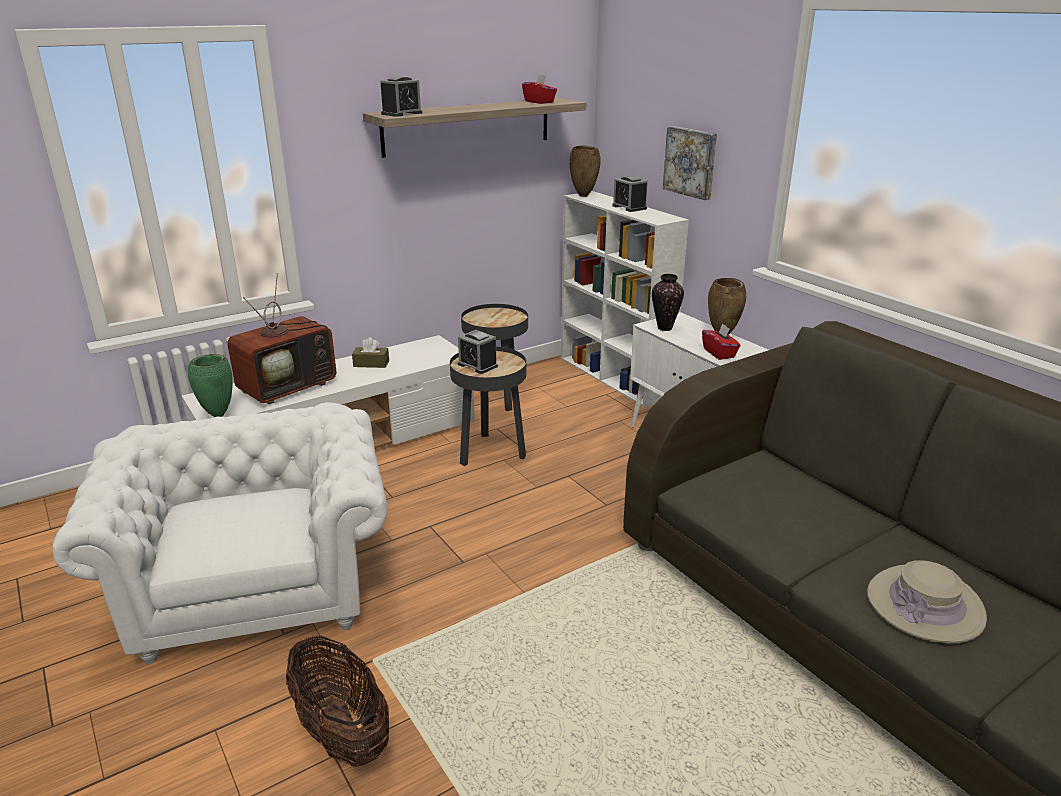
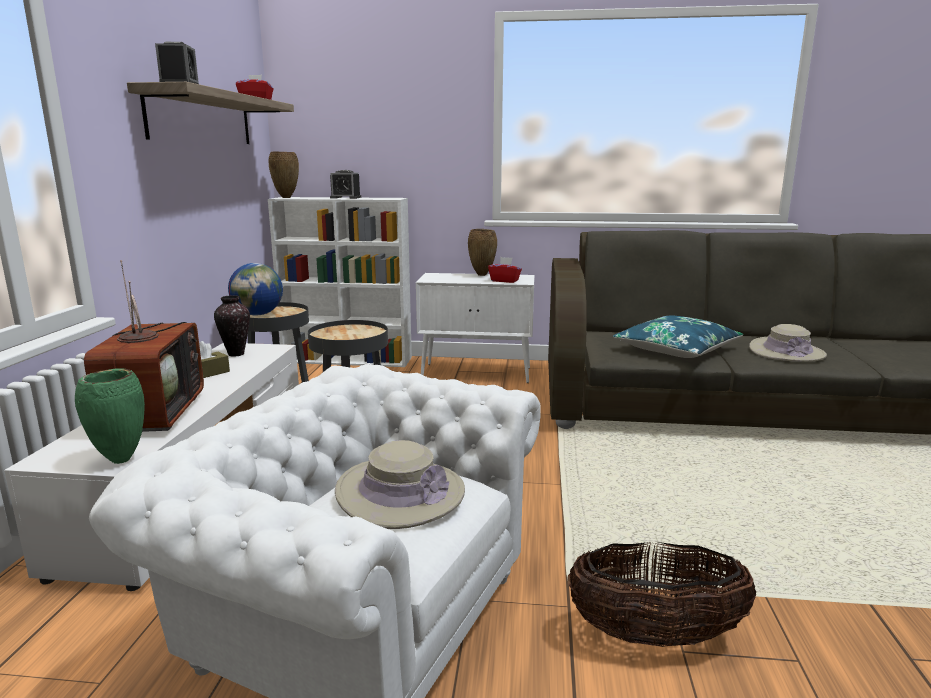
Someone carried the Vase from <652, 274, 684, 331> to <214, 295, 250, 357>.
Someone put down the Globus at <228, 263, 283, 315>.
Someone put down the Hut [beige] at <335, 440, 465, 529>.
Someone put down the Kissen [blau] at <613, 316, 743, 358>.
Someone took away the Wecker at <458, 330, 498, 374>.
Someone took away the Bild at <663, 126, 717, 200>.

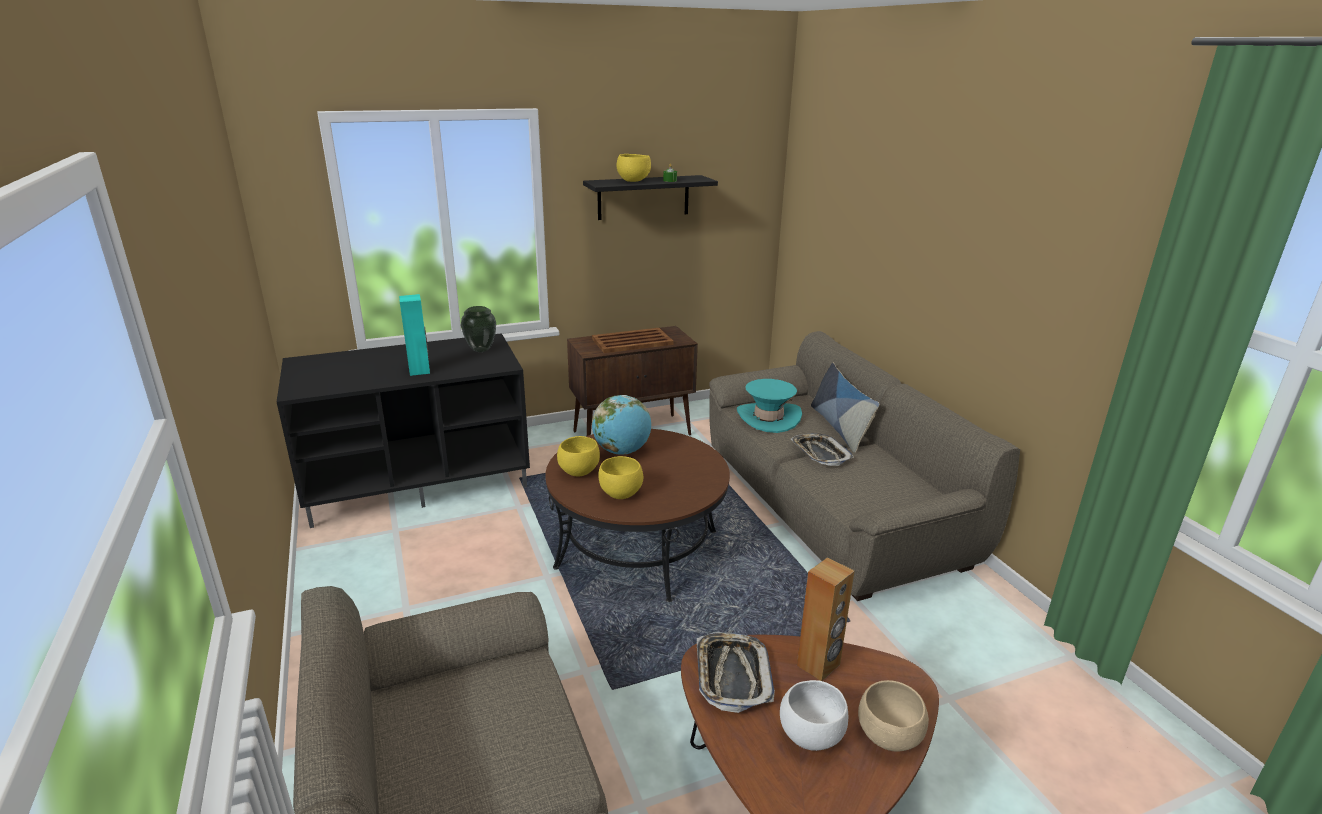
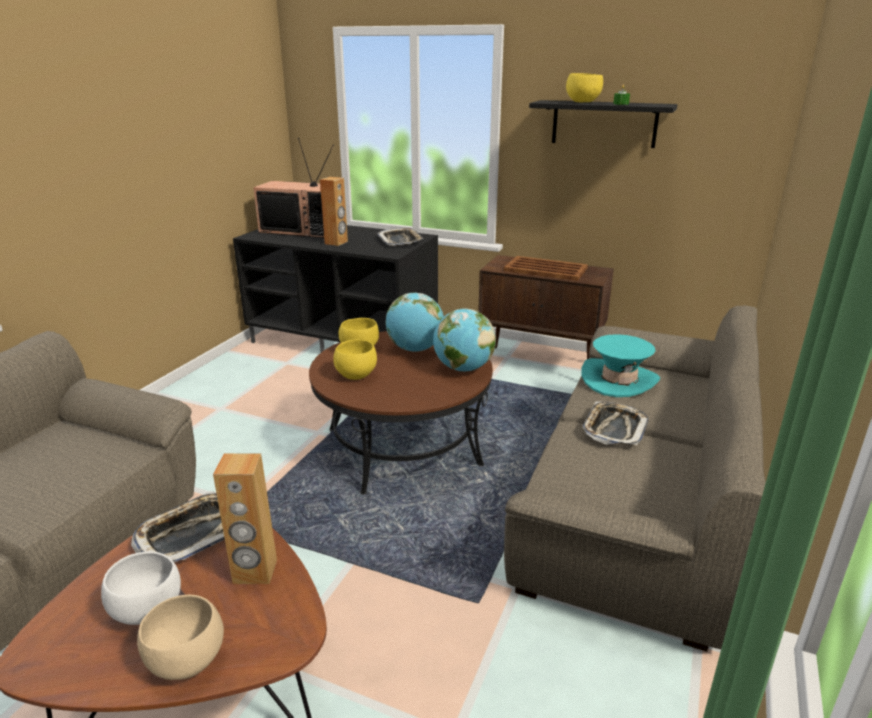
Someone put down the Fernseher at <253, 138, 334, 238>.
Someone repainted the Lautsprecher [türkis] at <399, 294, 430, 376>, which became the Lautsprecher [braun] at <320, 177, 348, 246>.
Someone swapped the Vase at <461, 306, 496, 352> for the Tablett at <377, 228, 423, 246>.
Someone put down the Globus at <433, 308, 496, 371>.
Someone took away the Kissen at <811, 363, 879, 453>.

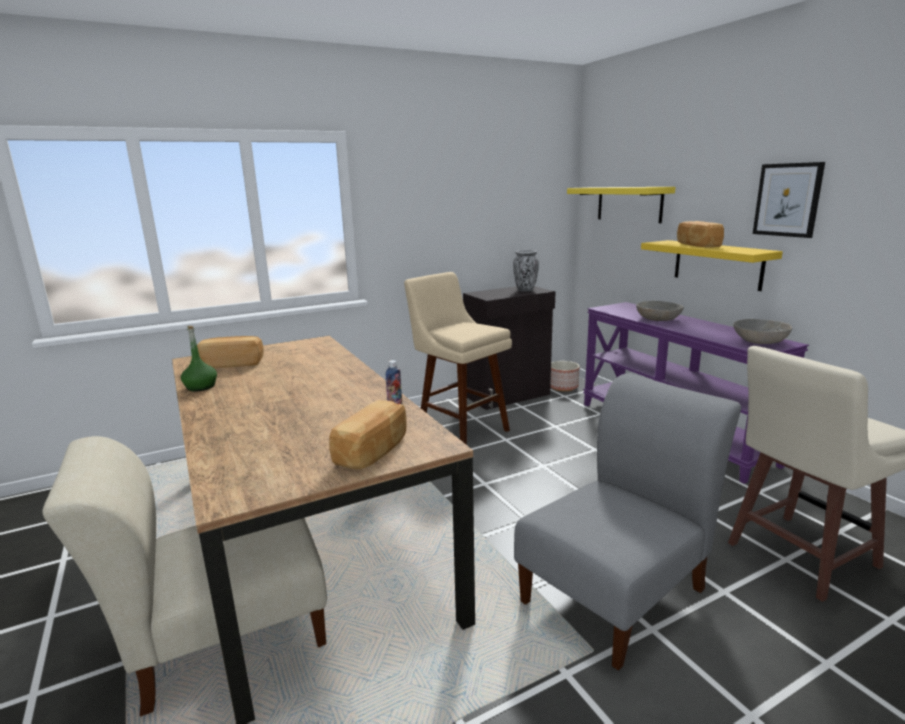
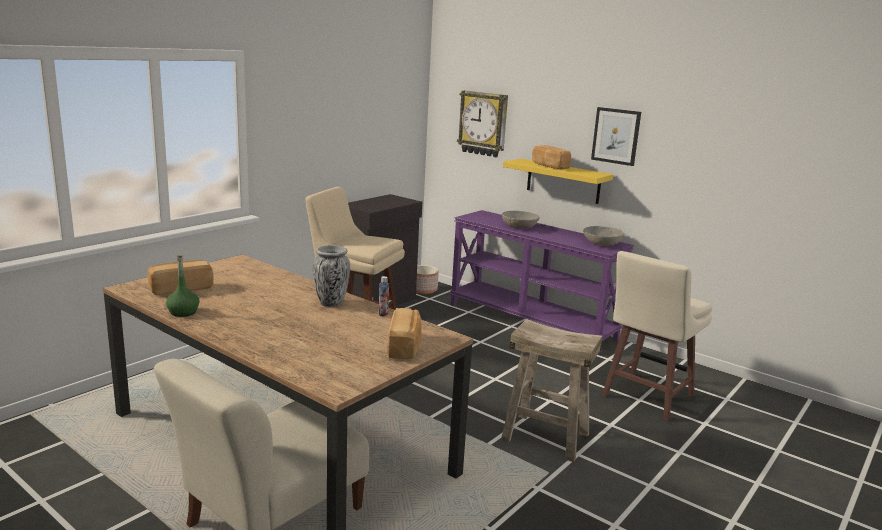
Someone carried the Vase from <513, 250, 539, 292> to <313, 245, 350, 307>.
Someone swapped the Wandregal [gelb] at <567, 187, 675, 223> for the Wanduhr at <457, 90, 508, 157>.
Someone swapped the Stuhl [grau] at <514, 373, 741, 670> for the Hocker [beige] at <501, 319, 603, 462>.

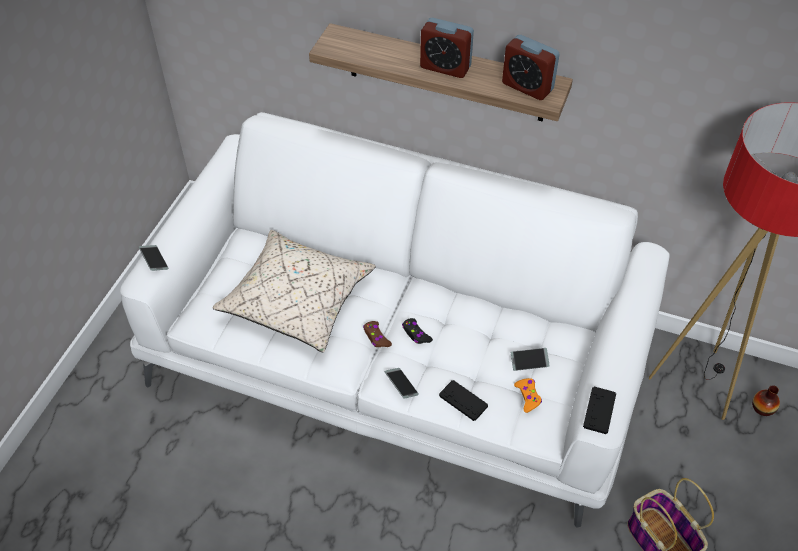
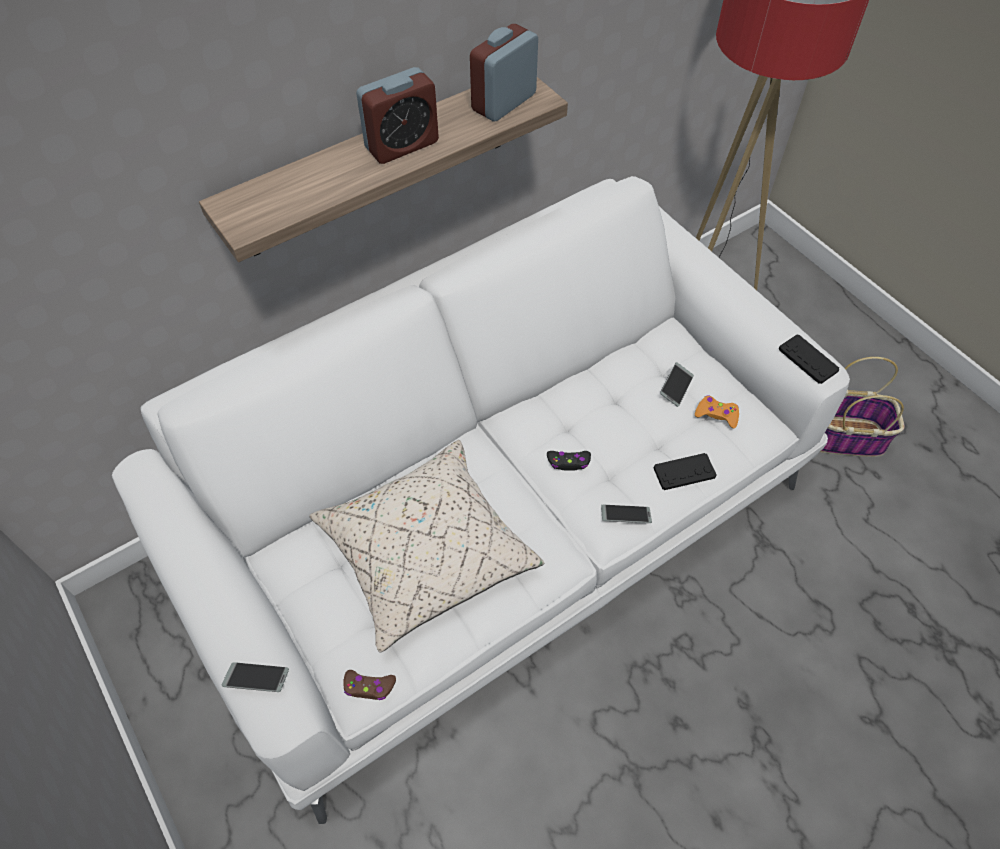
Someone carried the Gamepad [braun] from <363, 321, 392, 347> to <343, 670, 396, 700>.
Someone rotated the Wecker at <502, 35, 560, 100> by 150 degrees clockwise.
Someone took away the Vase at <752, 385, 780, 416>.

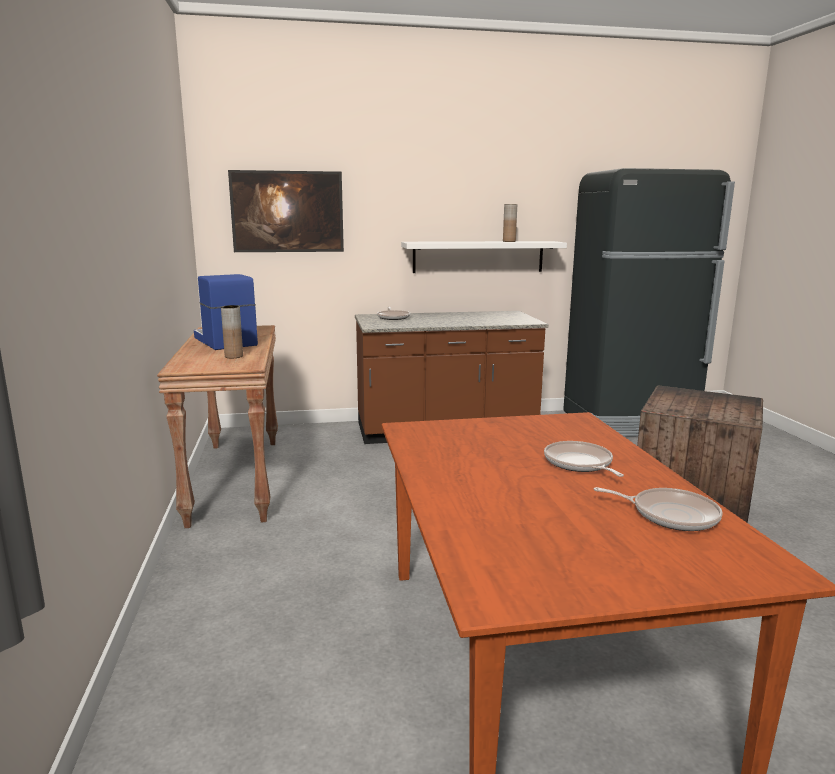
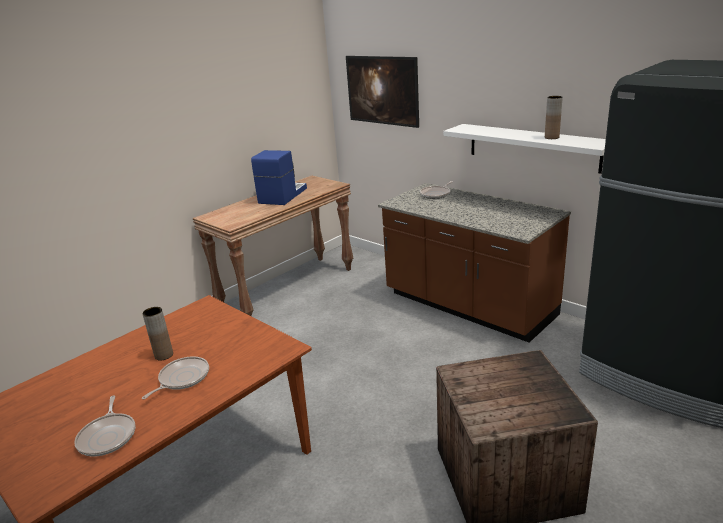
Someone carried the Vase [braun] from <221, 305, 243, 358> to <142, 307, 173, 361>.

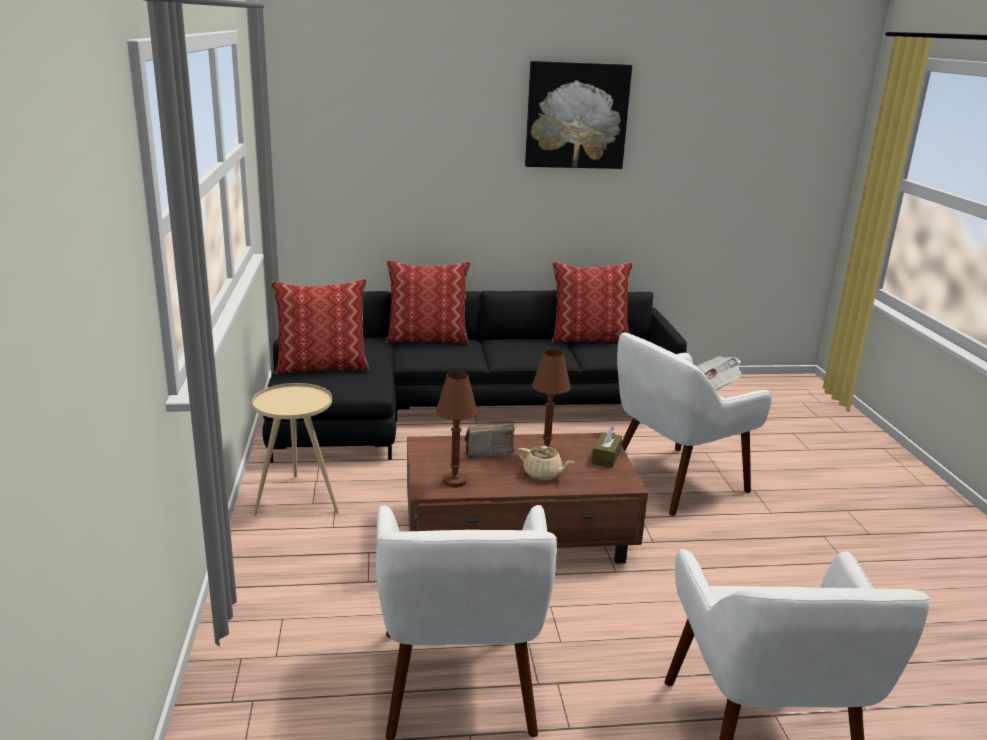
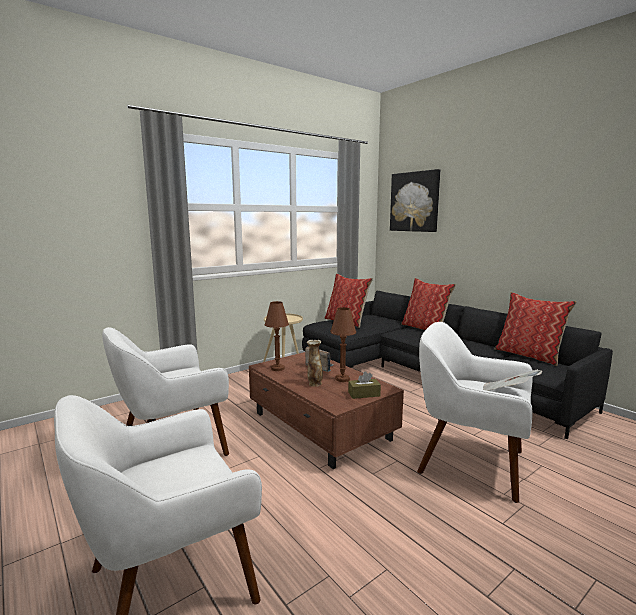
Someone swapped the Teekanne [beige] at <518, 446, 574, 481> for the Vase at <307, 340, 323, 387>.
Someone carried the Bild from <525, 61, 632, 169> to <390, 169, 440, 232>.

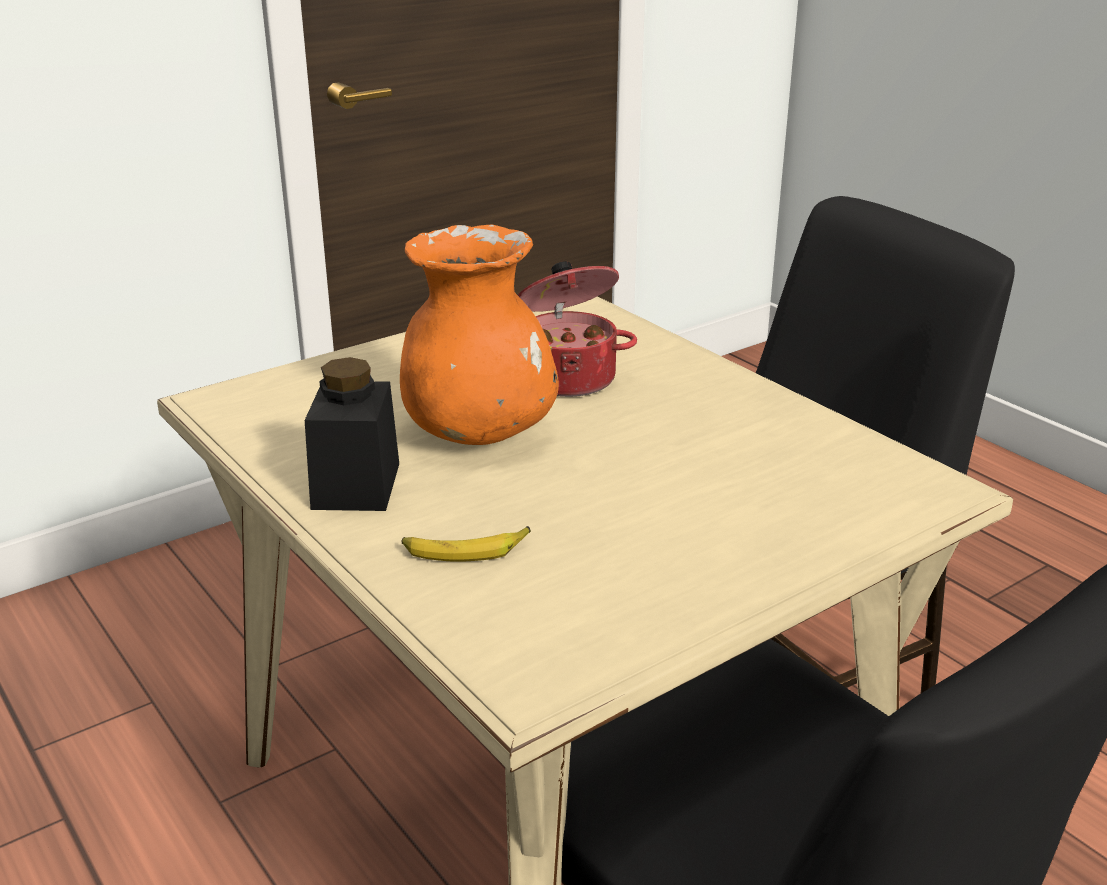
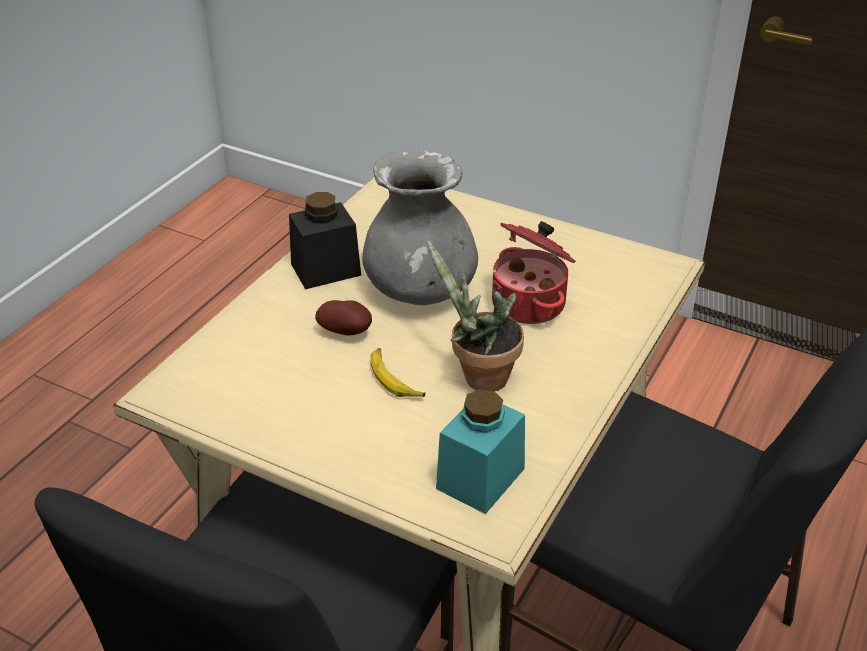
Someone put down the Kartoffel at <315, 300, 372, 335>.
Someone repainted the Vase [orange] at <400, 225, 559, 445>, which became the Vase [grau] at <362, 149, 478, 305>.
Someone carried the Banane from <402, 526, 531, 562> to <370, 348, 425, 397>.
Someone put down the Topfpflanze at <427, 241, 524, 391>.
Someone put down the Vorratsglas [türkis] at <436, 389, 525, 514>.

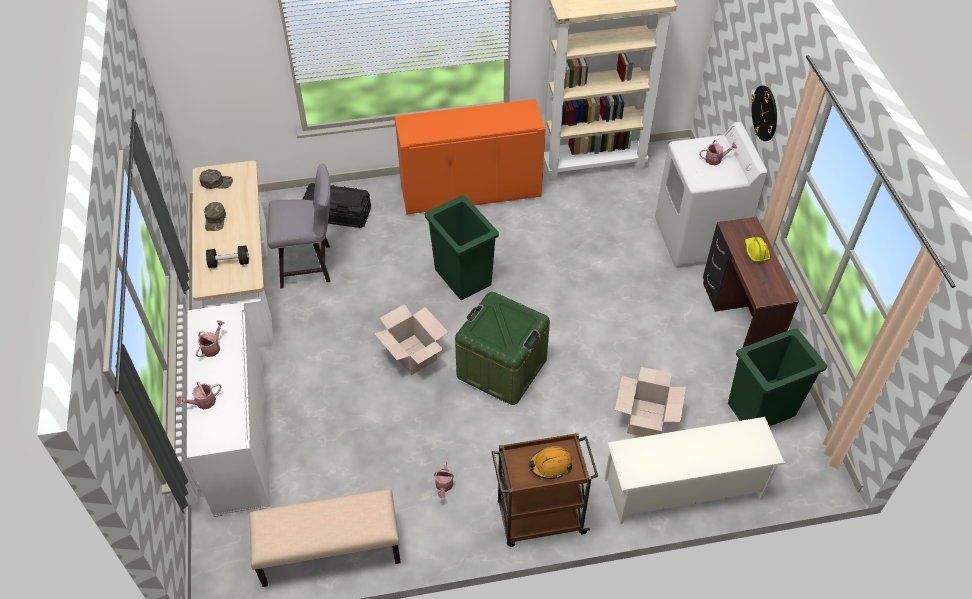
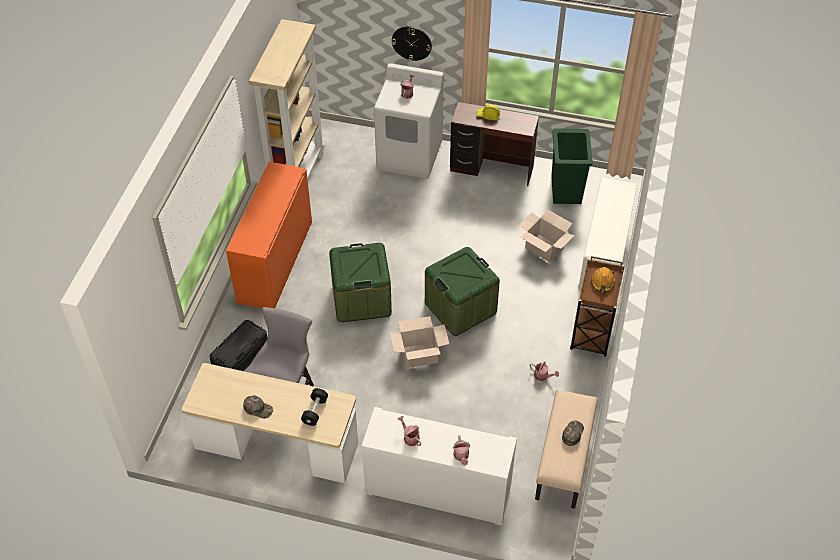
Someone swapped the Mülleimer [grün] at <425, 195, 499, 301> for the Aufbewahrungsbox [grün] at <329, 243, 392, 322>.
Someone carried the Kappe [grün] from <200, 169, 233, 189> to <562, 421, 584, 446>.

